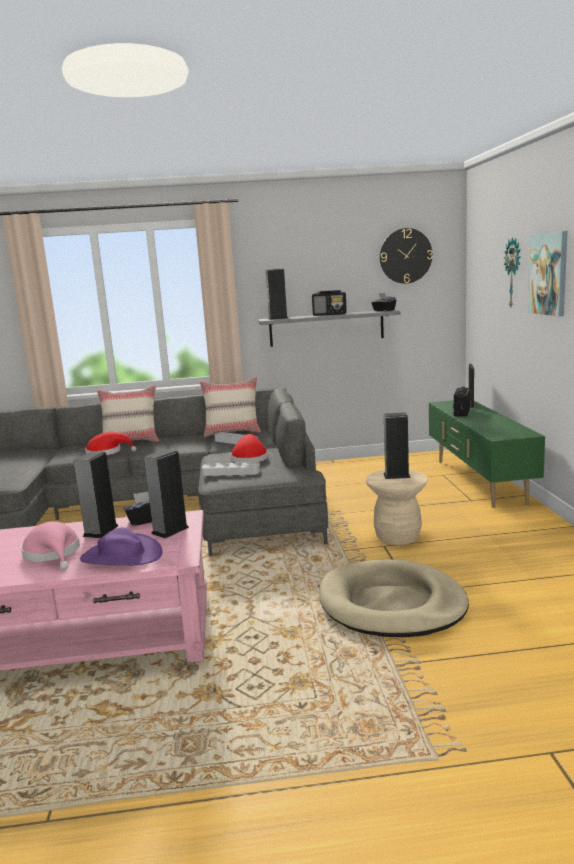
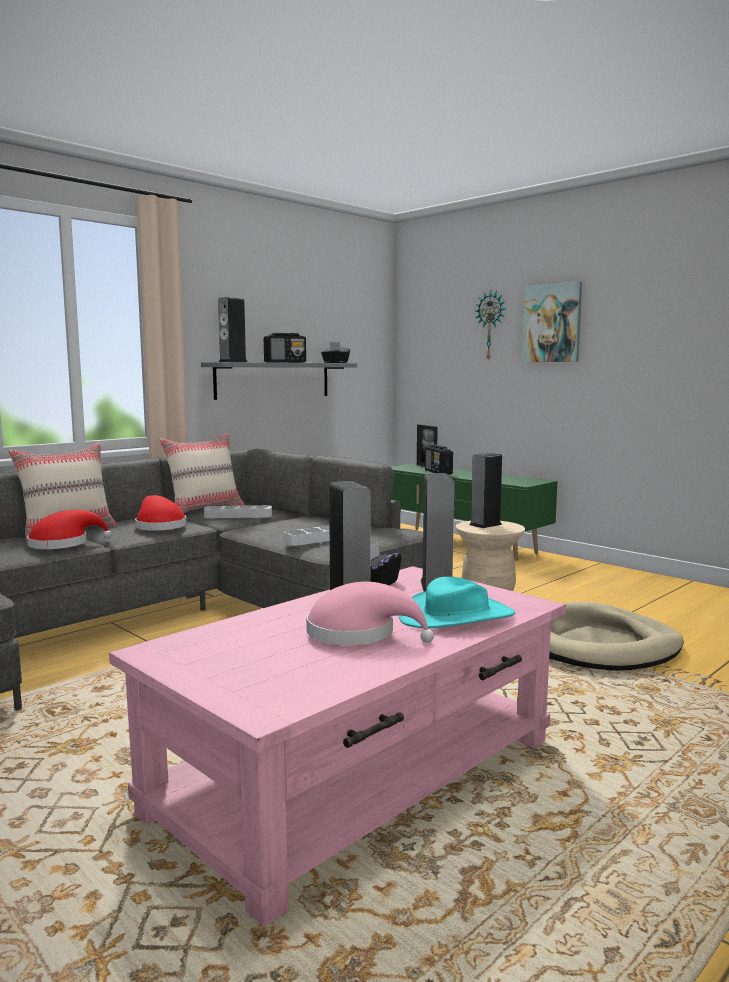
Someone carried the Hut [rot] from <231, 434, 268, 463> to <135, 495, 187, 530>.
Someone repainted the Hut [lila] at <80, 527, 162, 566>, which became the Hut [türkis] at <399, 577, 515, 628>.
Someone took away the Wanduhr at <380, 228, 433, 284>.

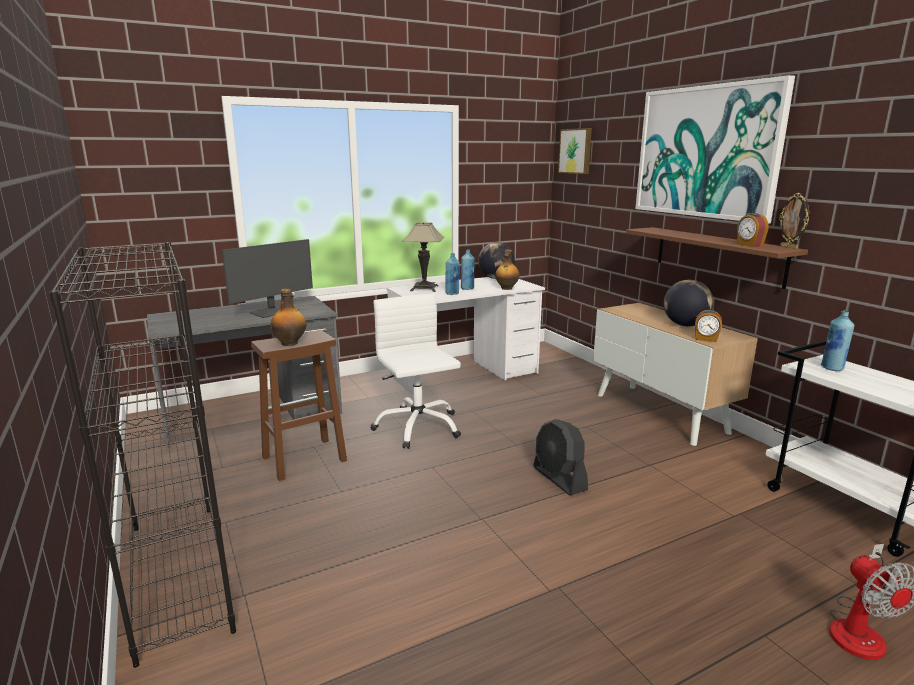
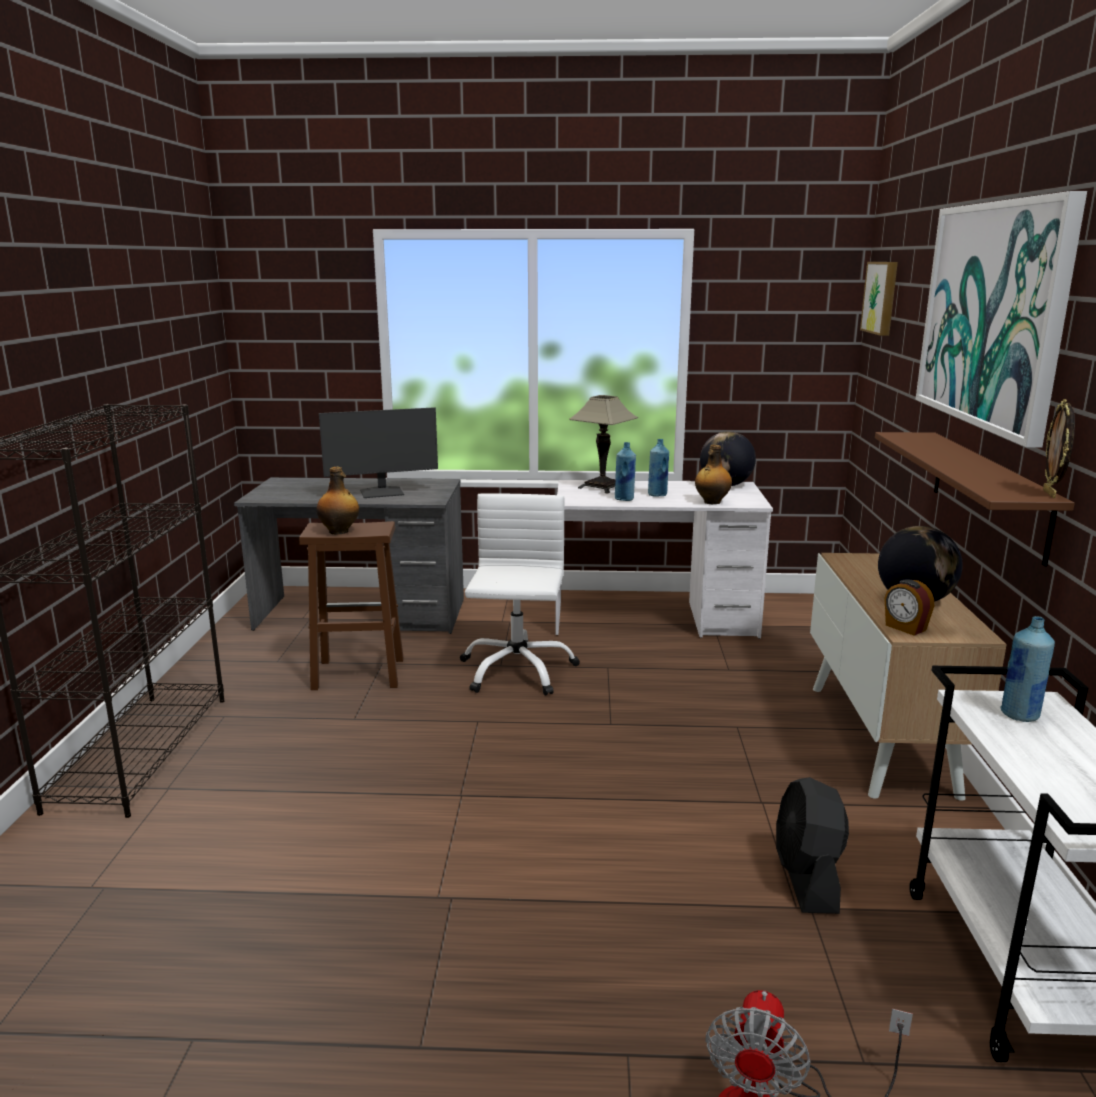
Someone carried the Ventilator [schwarz] from <533, 419, 588, 496> to <776, 777, 849, 914>.
Someone took away the Wecker at <737, 213, 769, 247>.

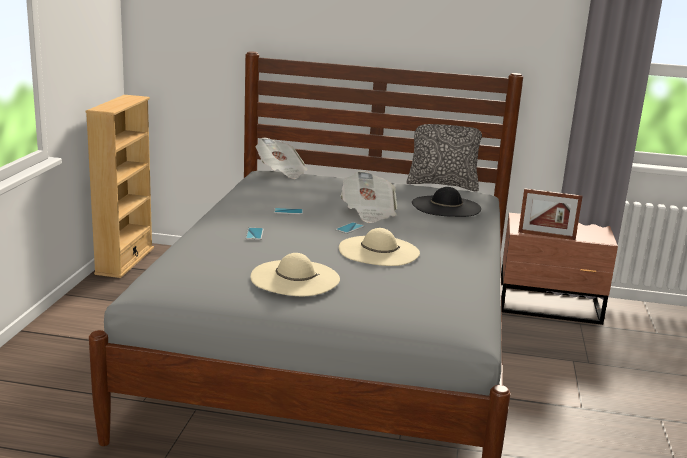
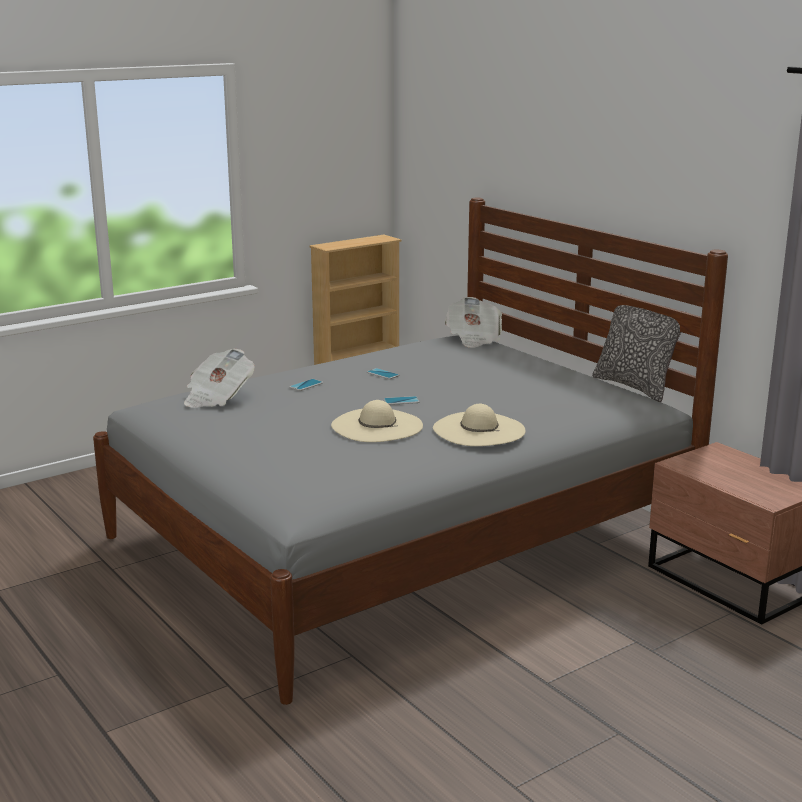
Someone carried the Zeitung from <341, 171, 397, 223> to <184, 349, 255, 408>.
Someone carried the Hut [beige] from <251, 253, 340, 296> to <433, 404, 526, 446>.
Someone took away the Hut [schwarz] at <412, 187, 481, 217>.
Someone took away the Bilderrahmen at <518, 188, 583, 240>.

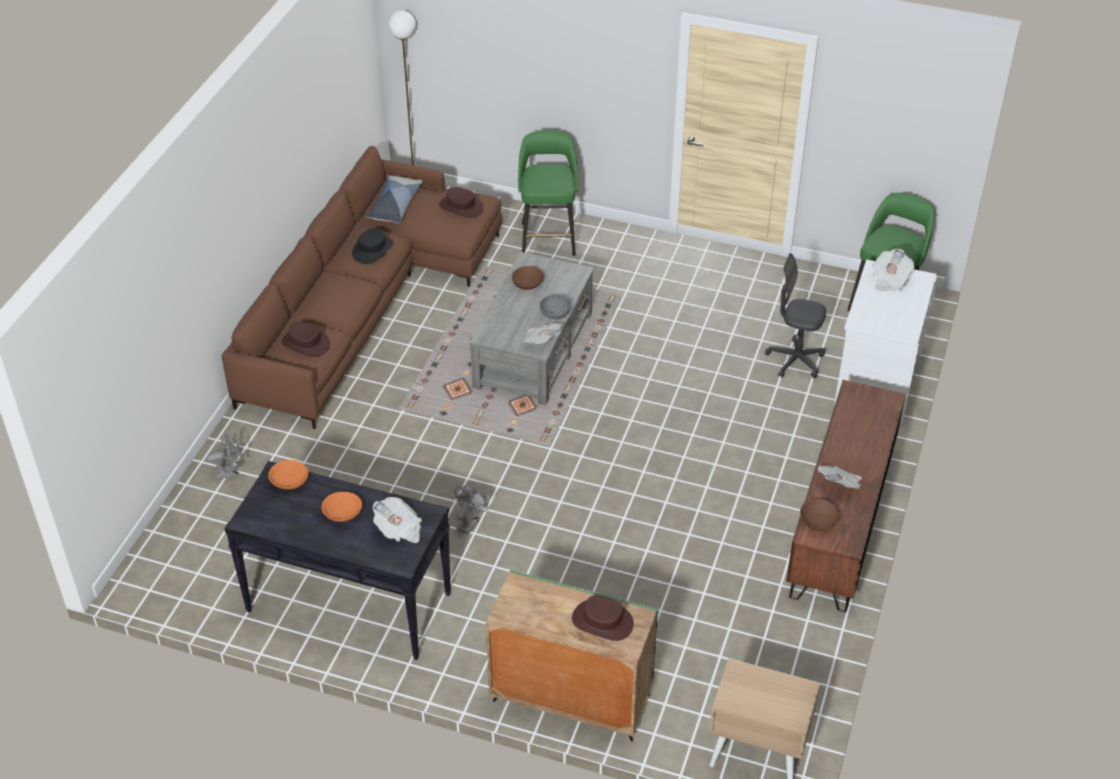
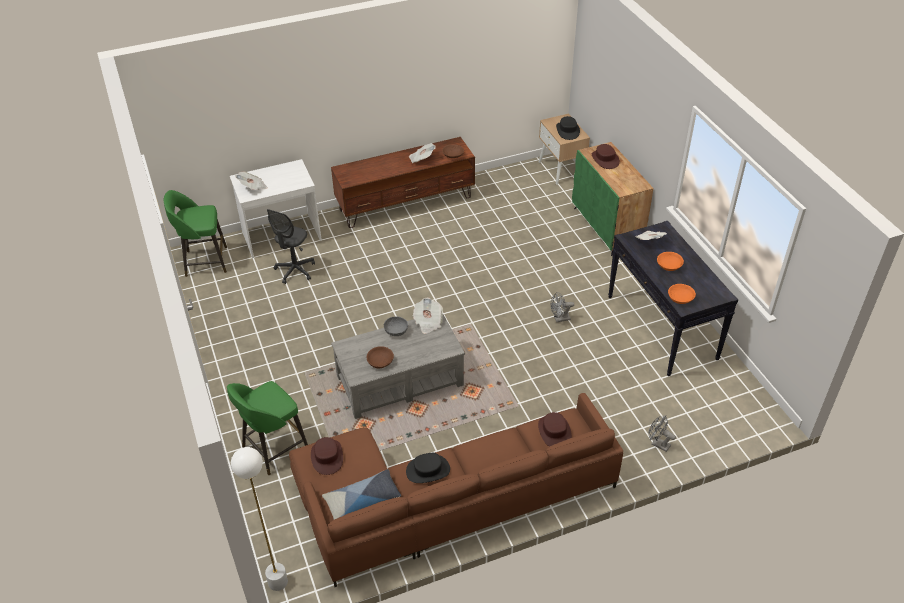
Someone rotated the Bürostuhl [grau] at <765, 253, 826, 378> by 45 degrees clockwise.
Someone put down the Hut [schwarz] at <556, 116, 580, 140>.

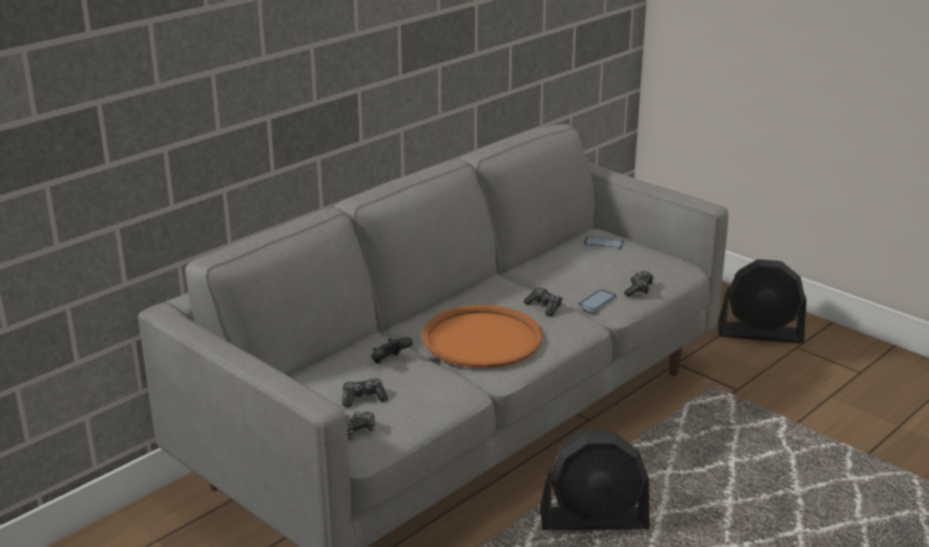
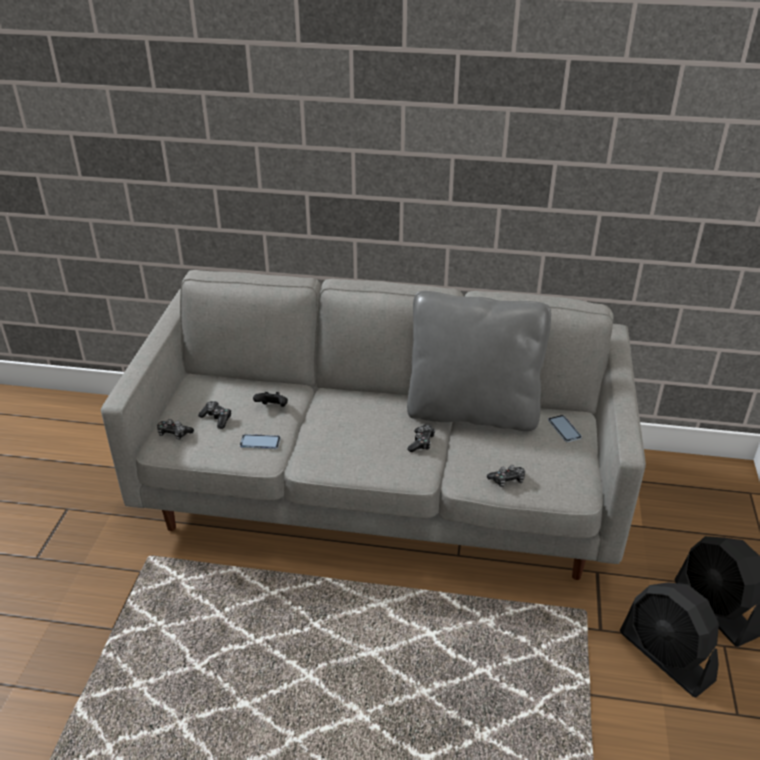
Someone carried the Handy from <578, 289, 616, 312> to <240, 434, 281, 449>.
Someone put down the Kissen [grau] at <407, 291, 551, 431>.
Someone carried the Ventilator [schwarz] from <540, 429, 650, 530> to <620, 583, 719, 697>.
Someone took away the Tablett [orange] at <422, 305, 543, 368>.

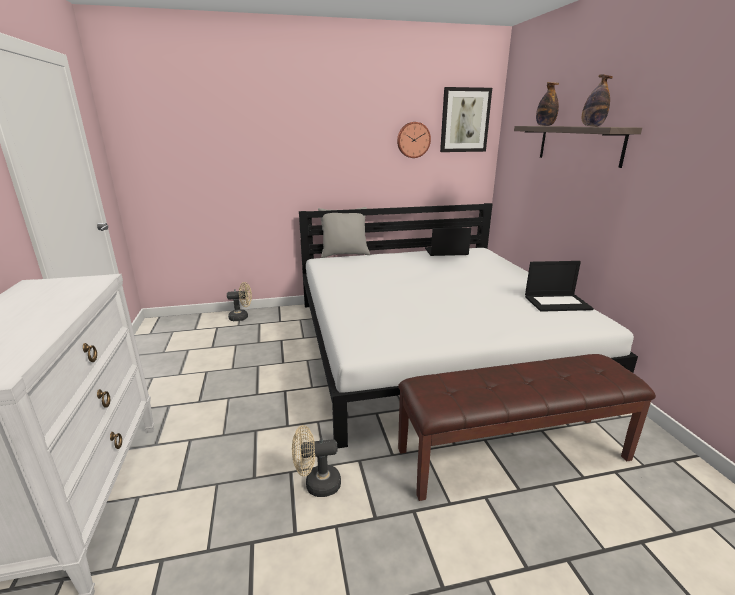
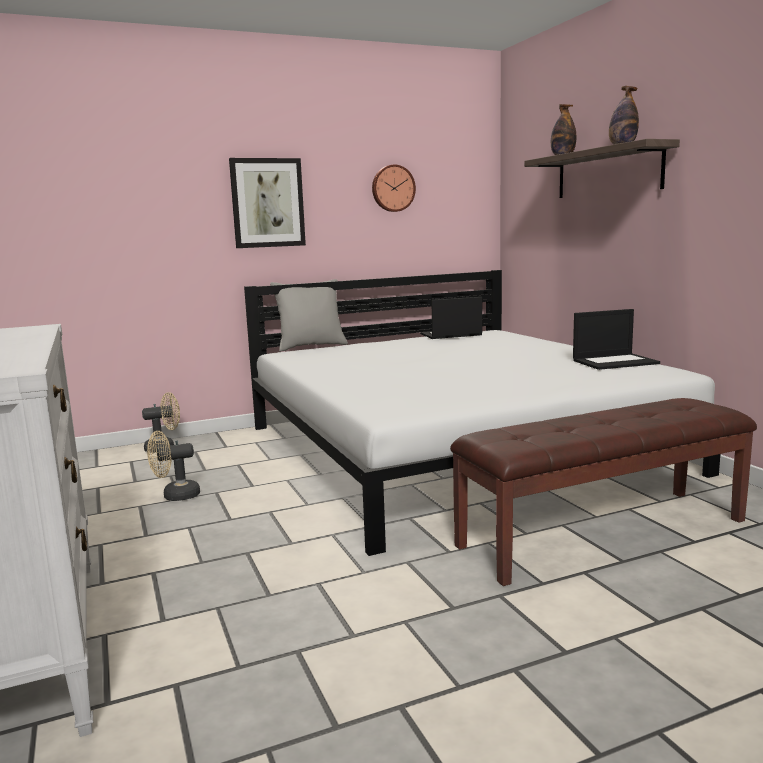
Someone carried the Ventilator [beige] from <292, 425, 341, 497> to <147, 431, 200, 501>.
Someone carried the Bild from <440, 87, 492, 152> to <229, 158, 306, 248>.

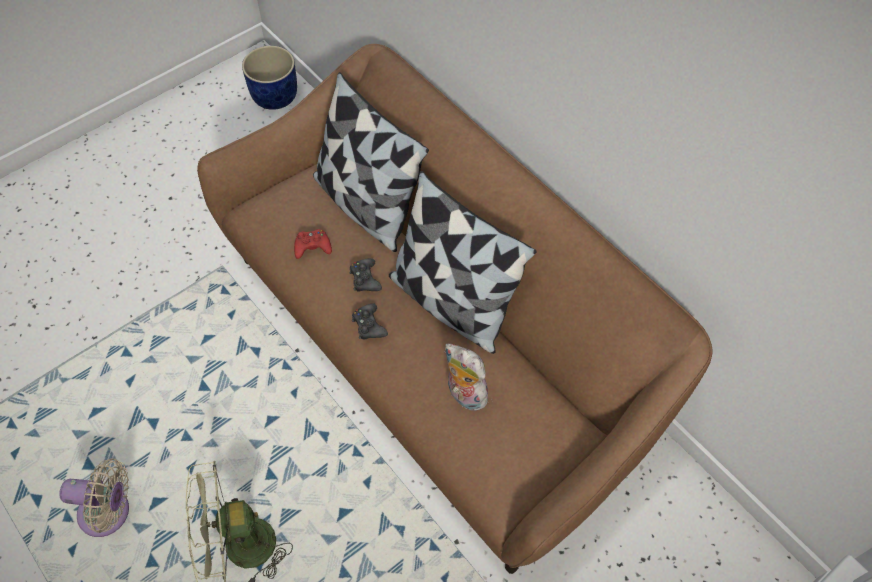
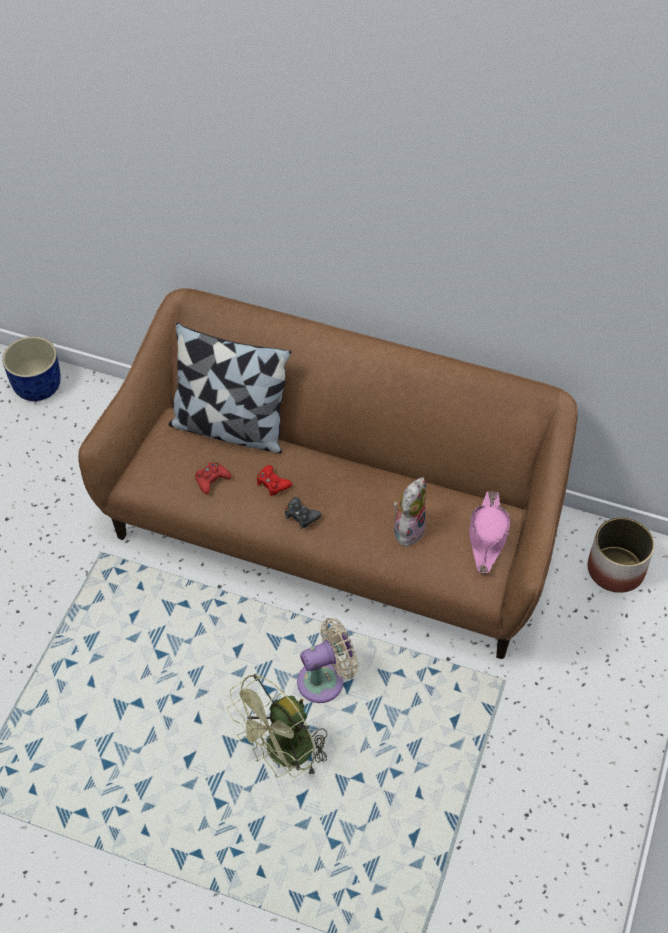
Someone repainted the Gamepad [schwarz] at <349, 258, 382, 291>, which became the Gamepad [rot] at <256, 465, 292, 496>.
Someone carried the Ventilator [beige] from <59, 458, 129, 537> to <297, 618, 358, 703>.
Someone rotated the Plüschtier at <445, 344, 488, 411> by 105 degrees clockwise.
Someone put down the Hut [rosa] at <469, 491, 510, 573>.
Someone put down the Pflanzkübel at <588, 517, 654, 593>.
Someone took away the Kissen at <389, 171, 537, 354>.

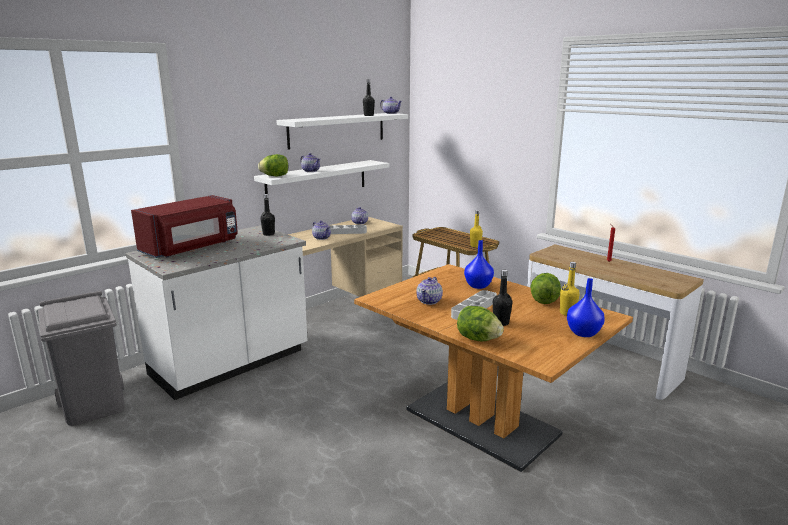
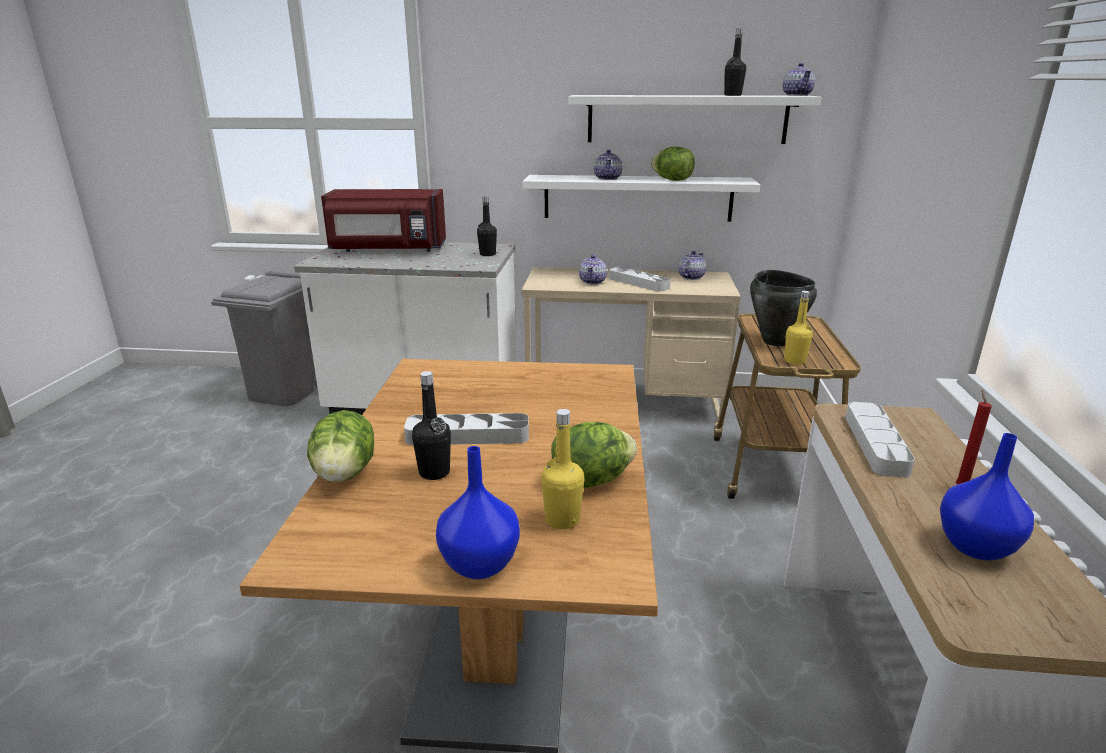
Someone carried the Salatkopf from <258, 154, 288, 176> to <651, 147, 695, 181>.
Someone put down the Kochtopf [schwarz] at <750, 270, 817, 346>.
Someone put down the Tablett [grau] at <846, 402, 915, 477>.
Someone carried the Vase [blau] from <464, 240, 494, 289> to <940, 433, 1034, 561>.
Someone took away the Teekanne at <416, 277, 443, 305>.

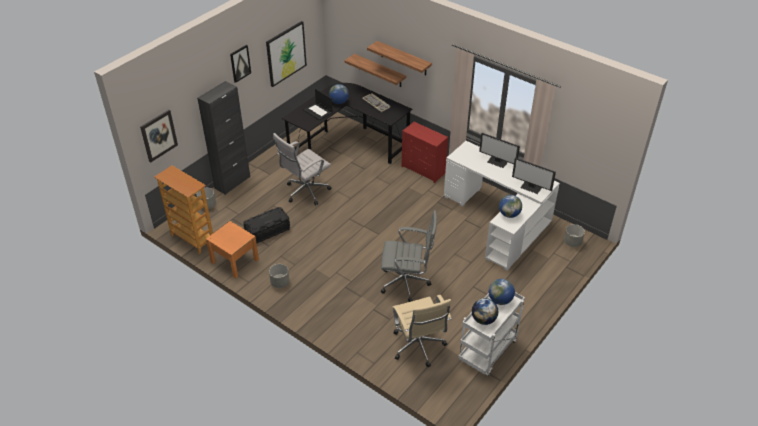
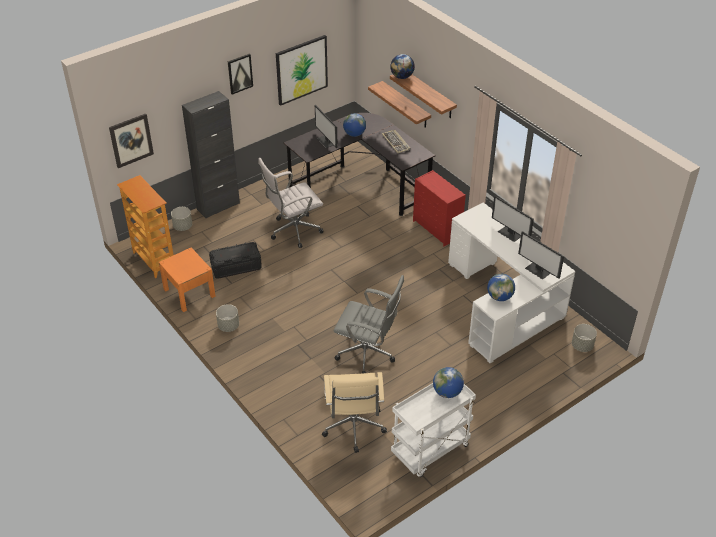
Someone swapped the Laptop at <303, 89, 332, 120> for the Monitor at <315, 105, 338, 148>.
Someone carried the Globus from <472, 298, 498, 325> to <390, 54, 415, 79>.

